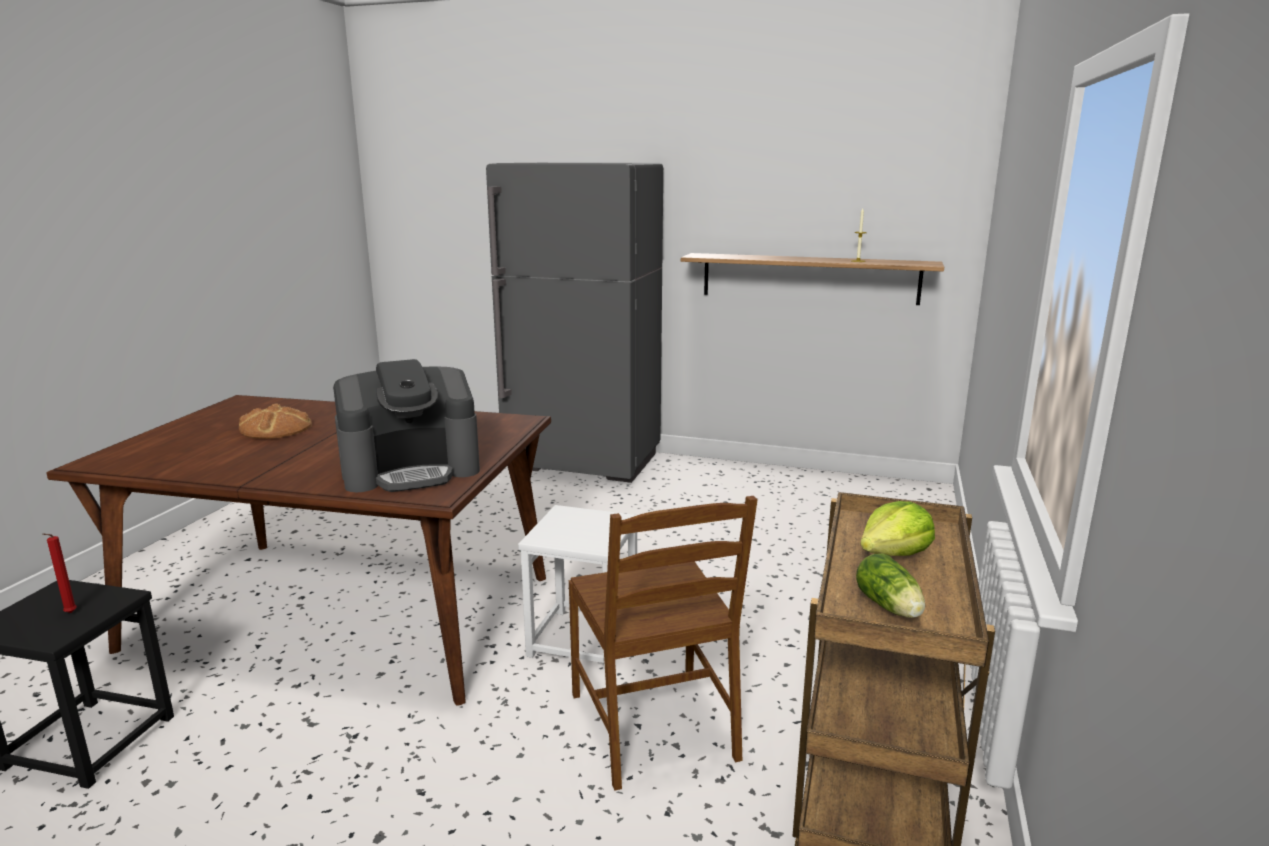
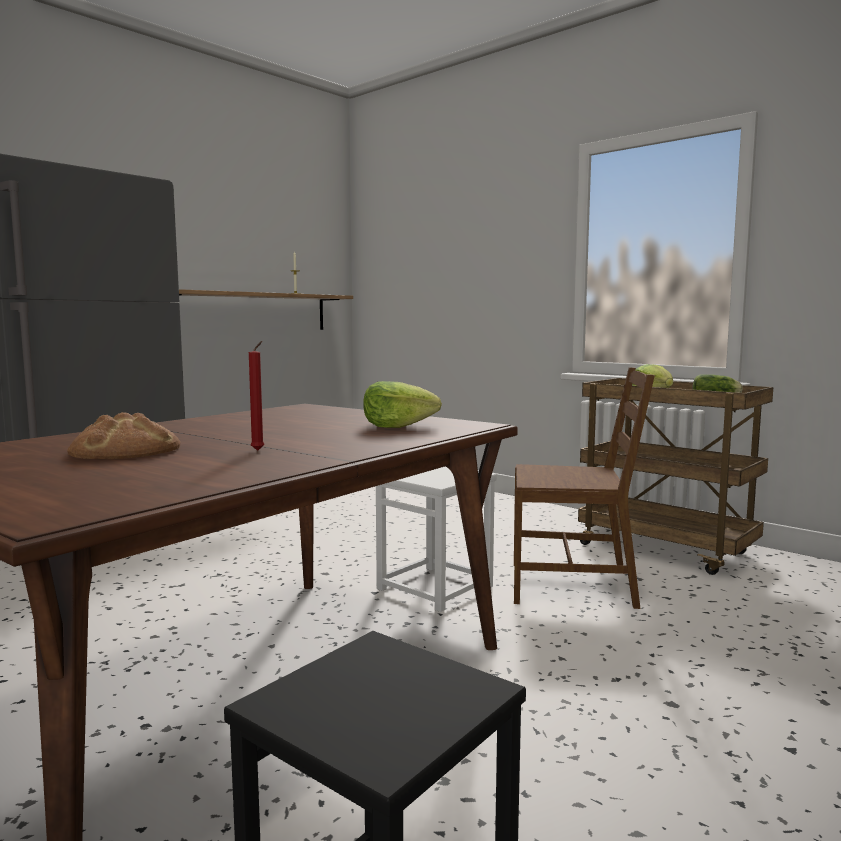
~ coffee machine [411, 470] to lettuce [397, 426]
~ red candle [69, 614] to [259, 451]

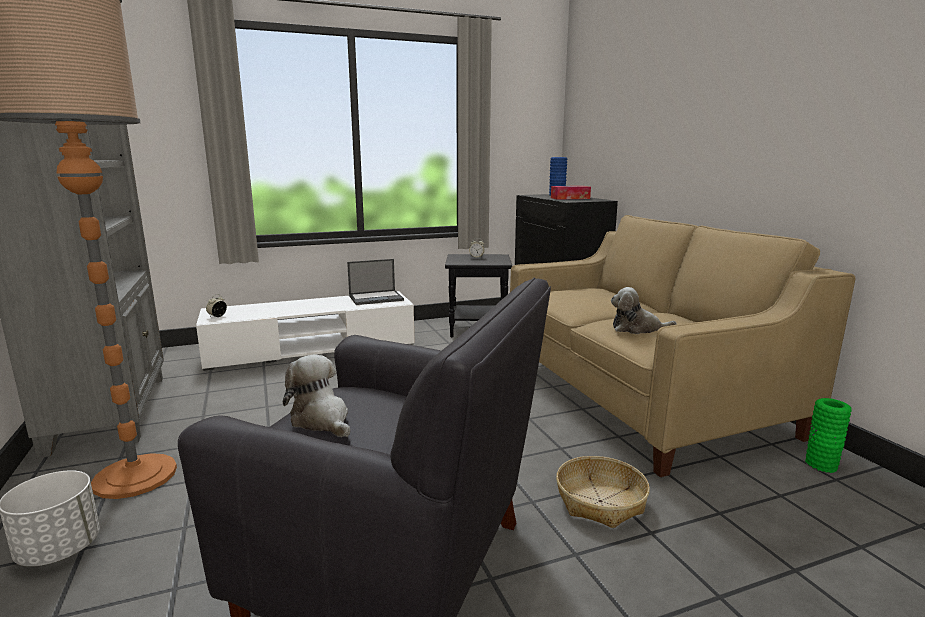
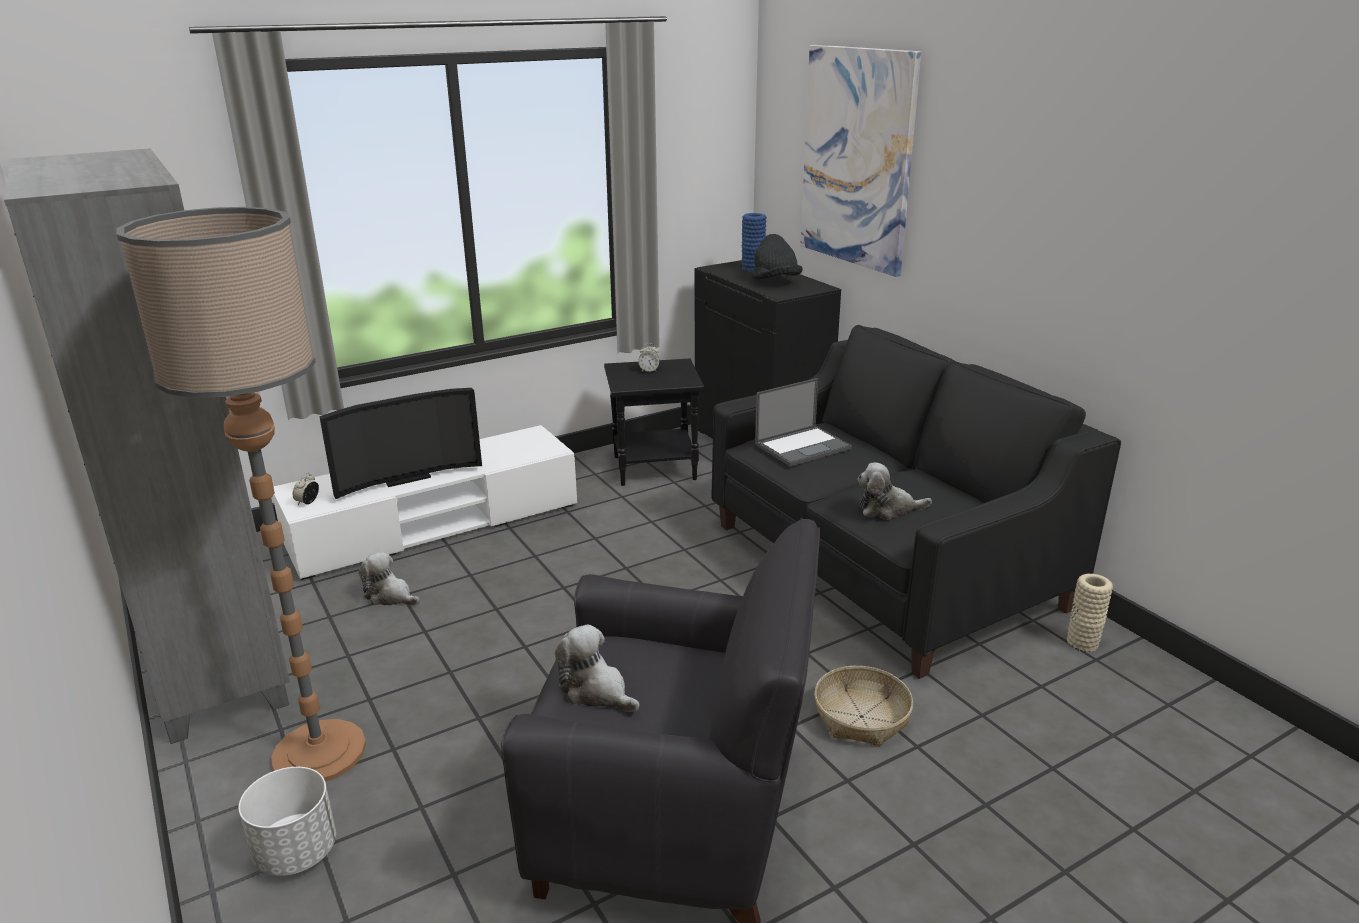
~ tissue box [570, 198] to black hat [775, 282]
~ beige sofa [639, 396] to black sofa [883, 565]
~ laptop [376, 298] to [803, 446]
~ green vase [821, 465] to beige vase [1082, 642]
+ picture [857, 158]
+ television [405, 477]
+ plush toy [390, 596]

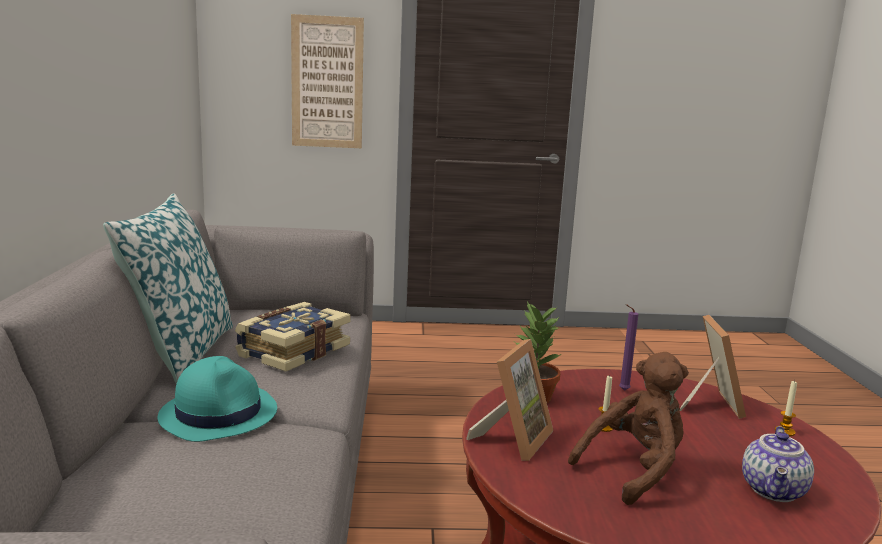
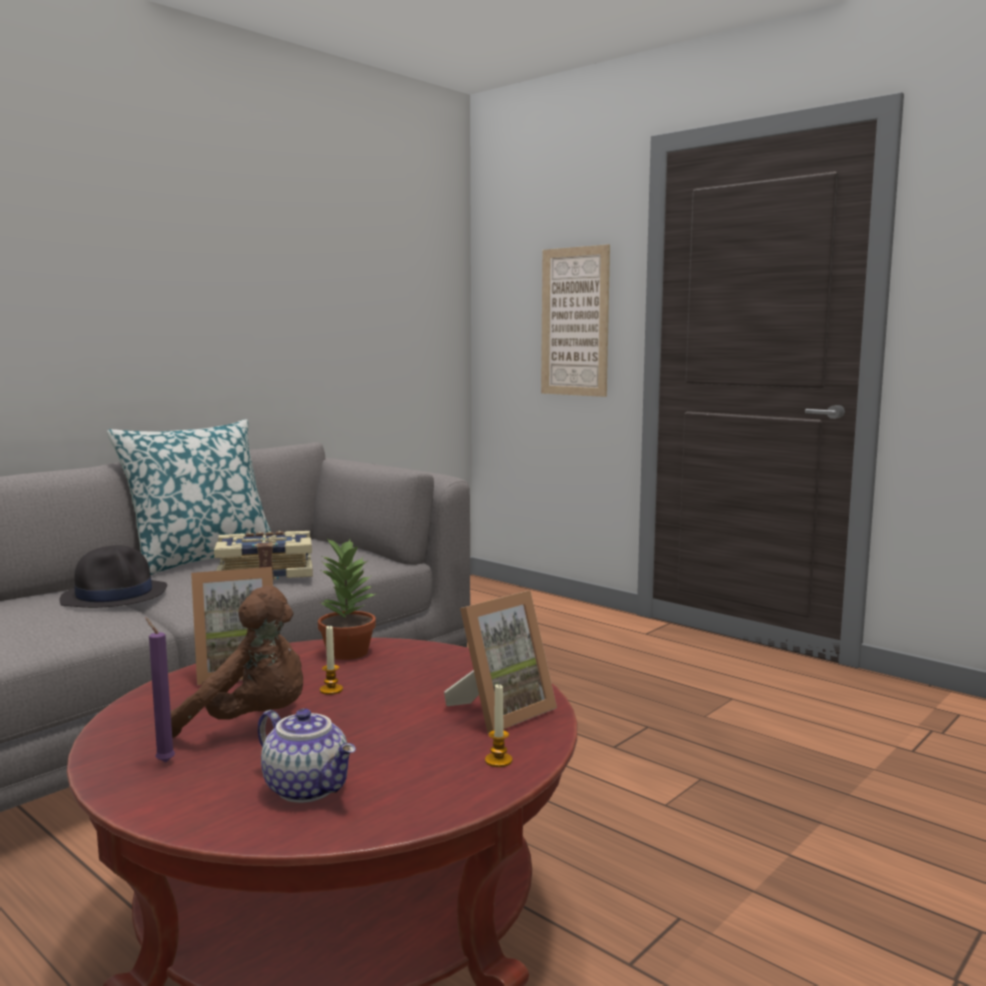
~ purple candle [622, 390] to [163, 761]
~ turquoise hat [219, 413] to black hat [115, 595]
~ teapot [775, 491] = [309, 788] 120 degrees counterclockwise

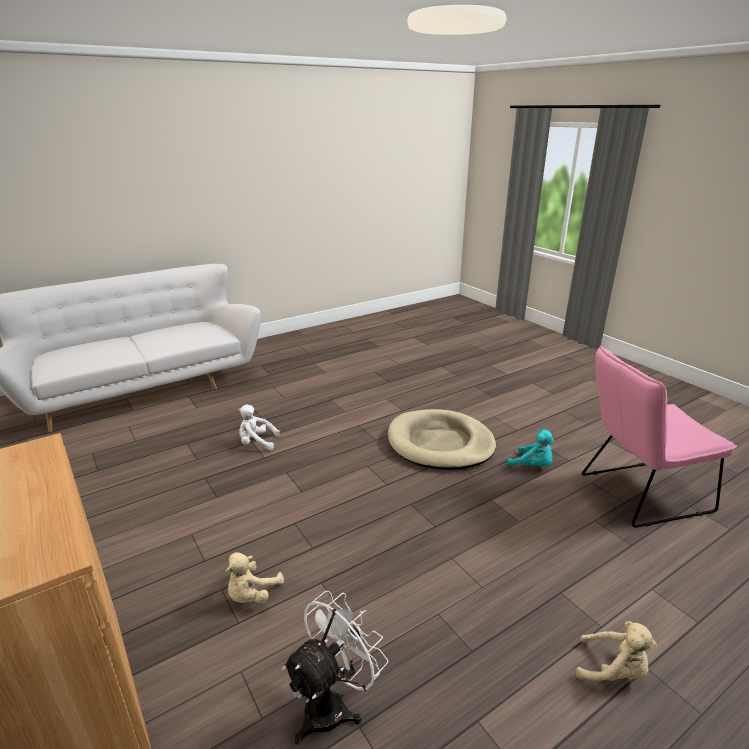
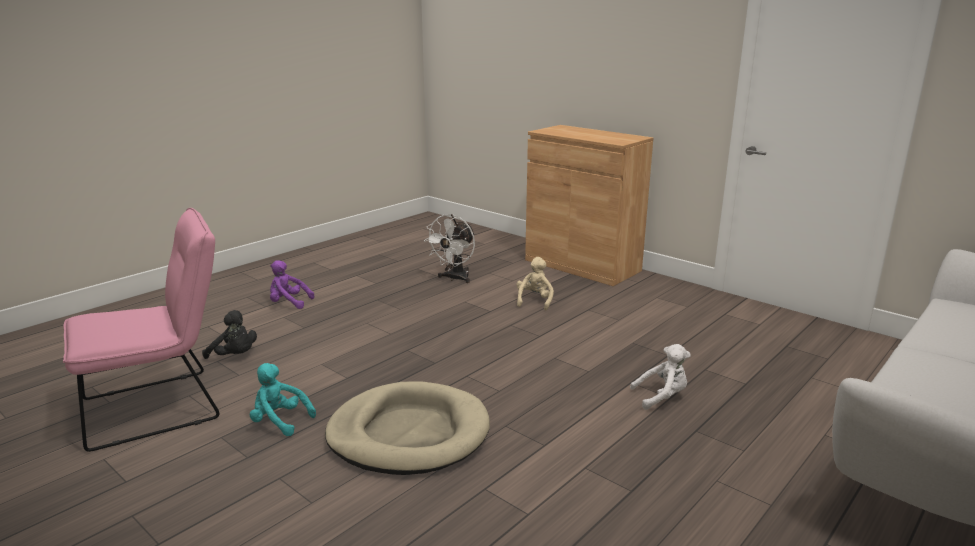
~ beige plush toy [613, 670] to purple plush toy [288, 303]
+ black plush toy [234, 356]

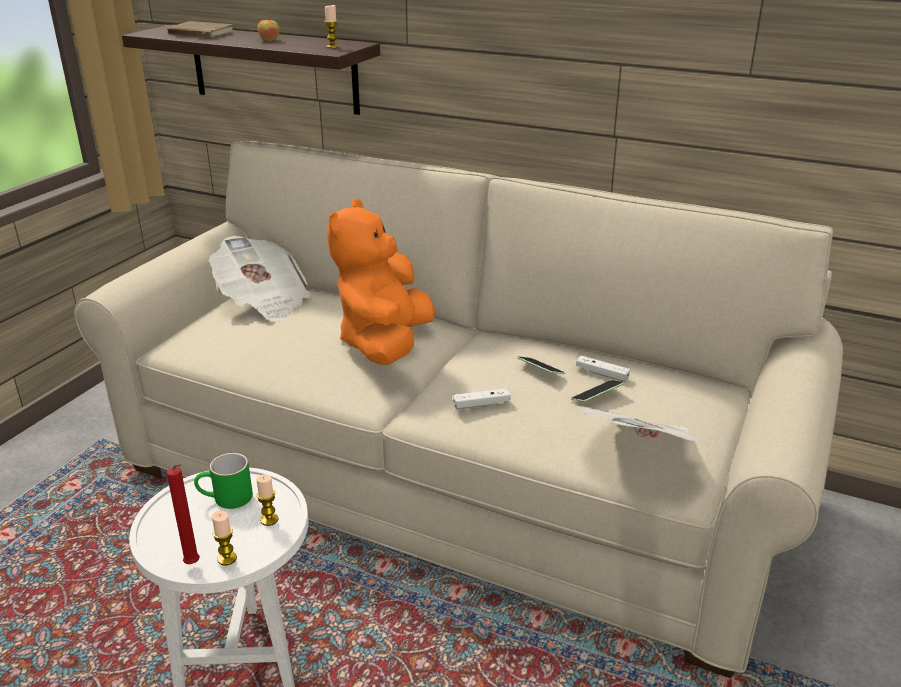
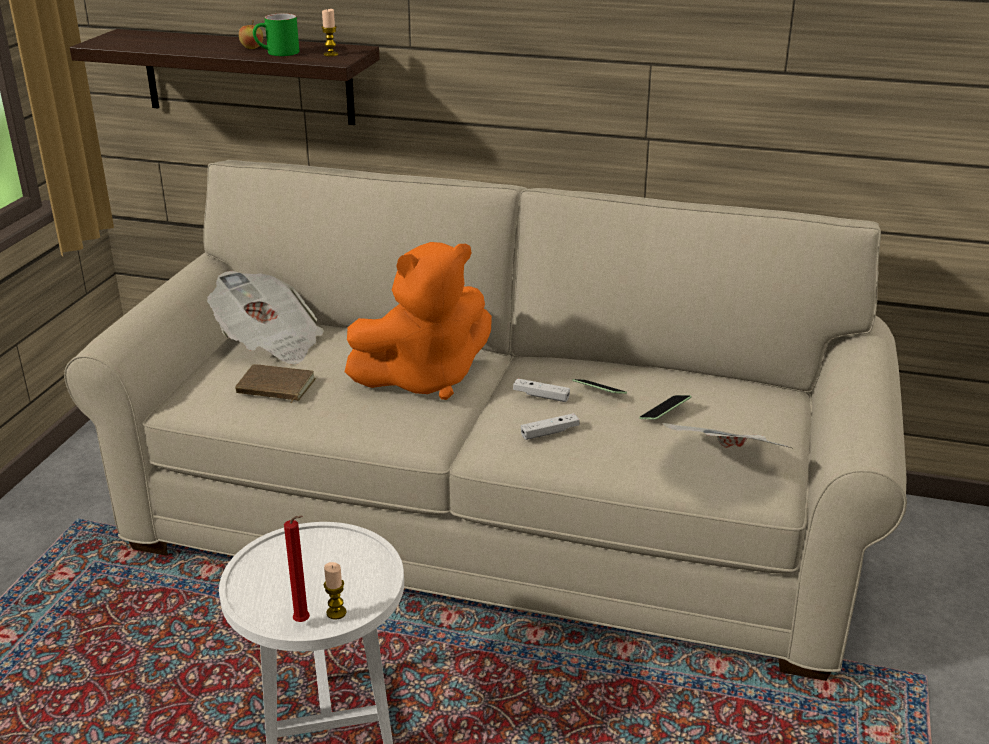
~ brown book [199, 34] to [275, 388]
~ orange plush toy [385, 344] = [424, 379] 120 degrees counterclockwise
~ white game controller [602, 374] to [541, 396]
~ green mug [226, 499] to [277, 53]
- candle [269, 519]

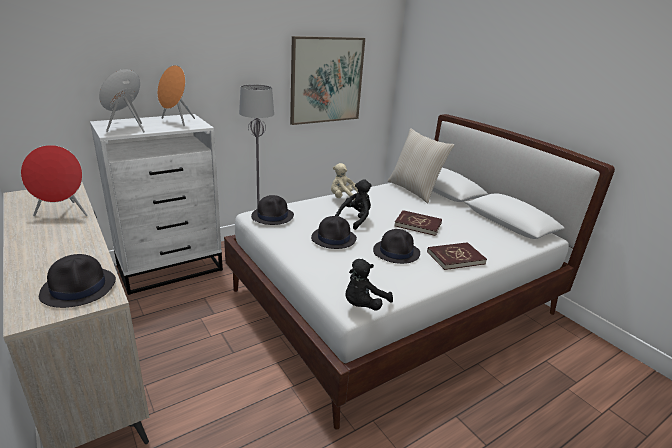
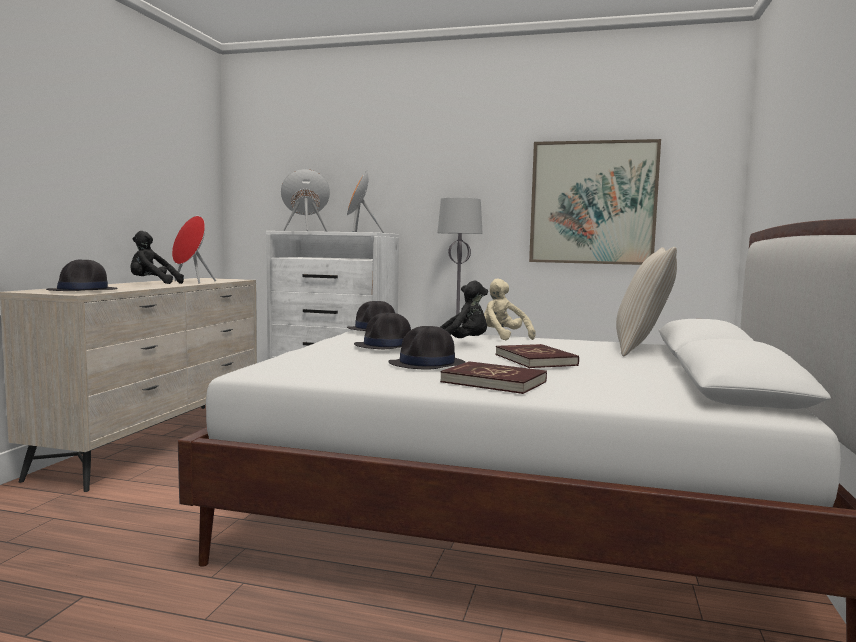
~ black plush toy [363, 305] to [152, 284]

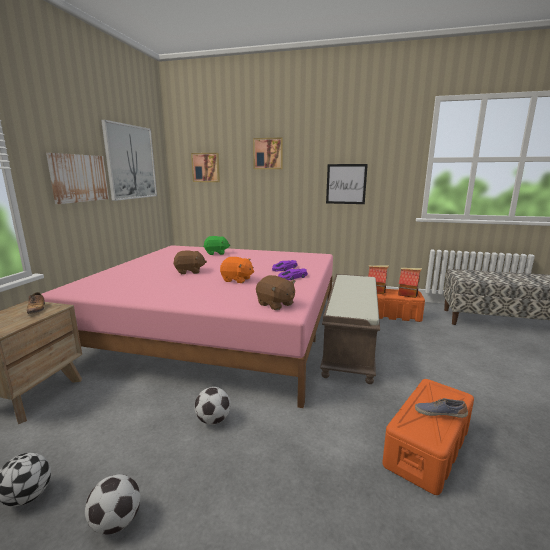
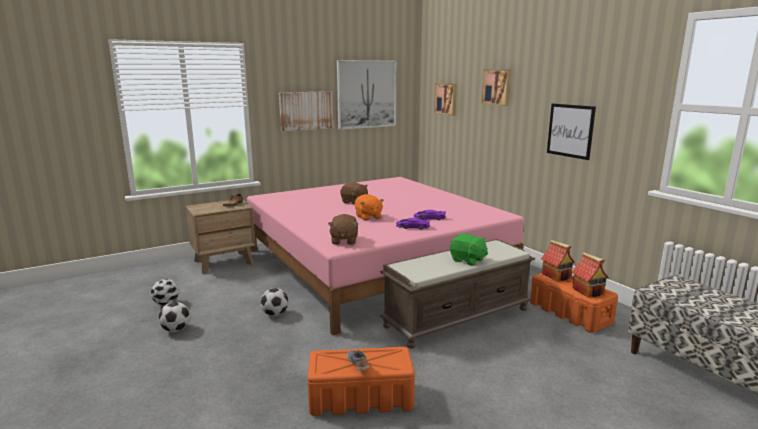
~ green plush toy [216, 253] to [467, 260]

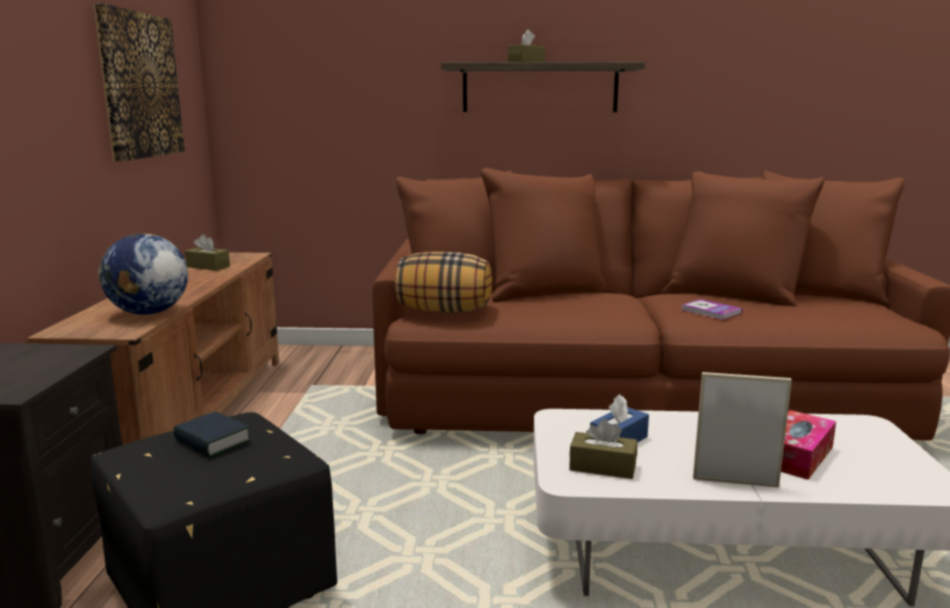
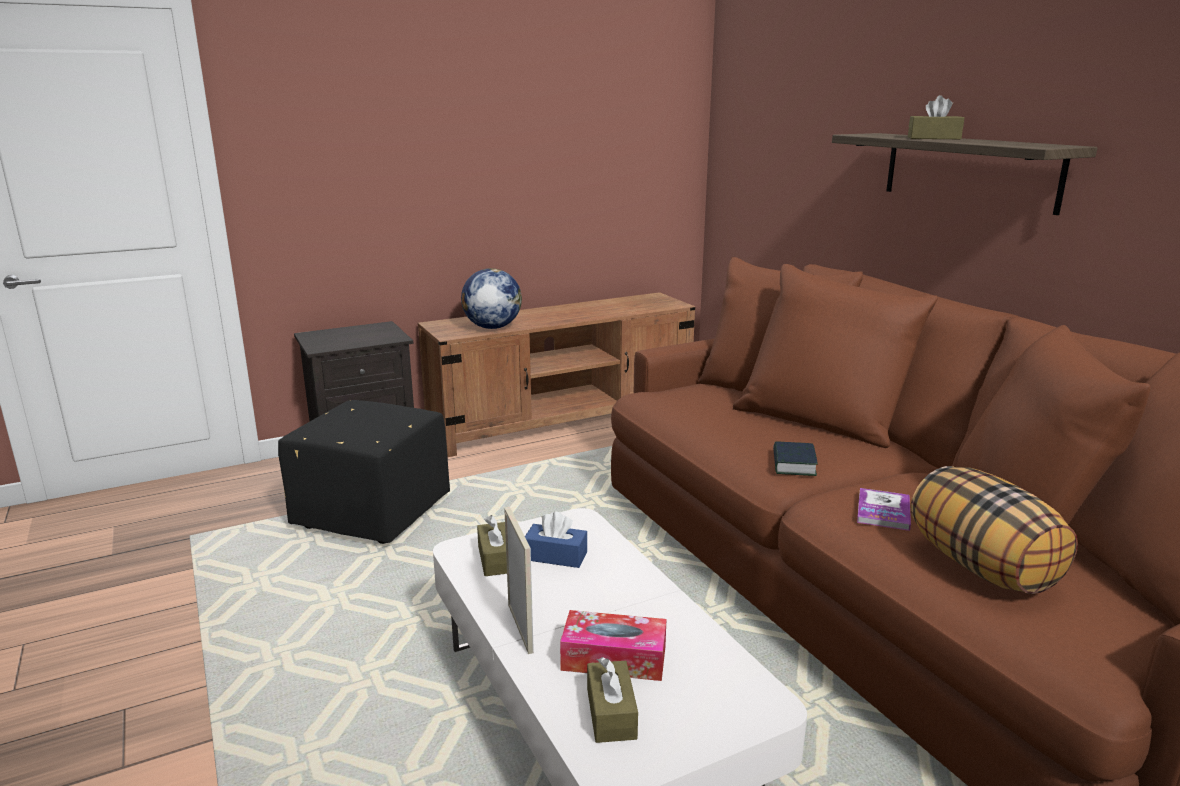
- picture [140, 85]
~ brown tissue box [208, 266] to [611, 713]
~ pillow [444, 310] to [982, 567]
~ book [212, 441] to [793, 464]

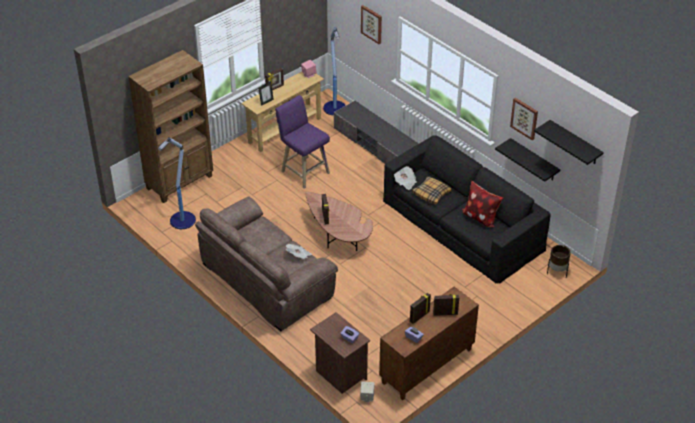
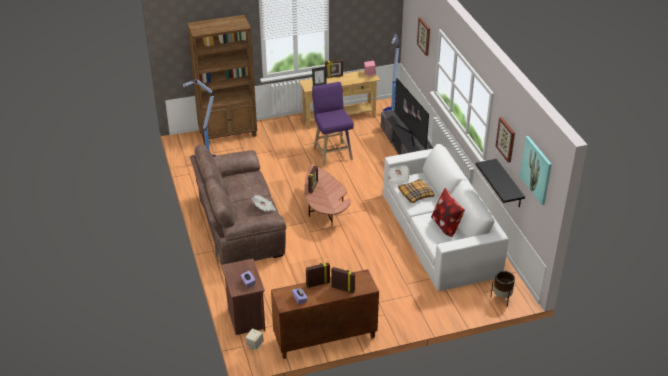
~ black shelf [575, 143] to picture [536, 170]
~ black sofa [462, 224] to white sofa [440, 232]
+ television [410, 134]

